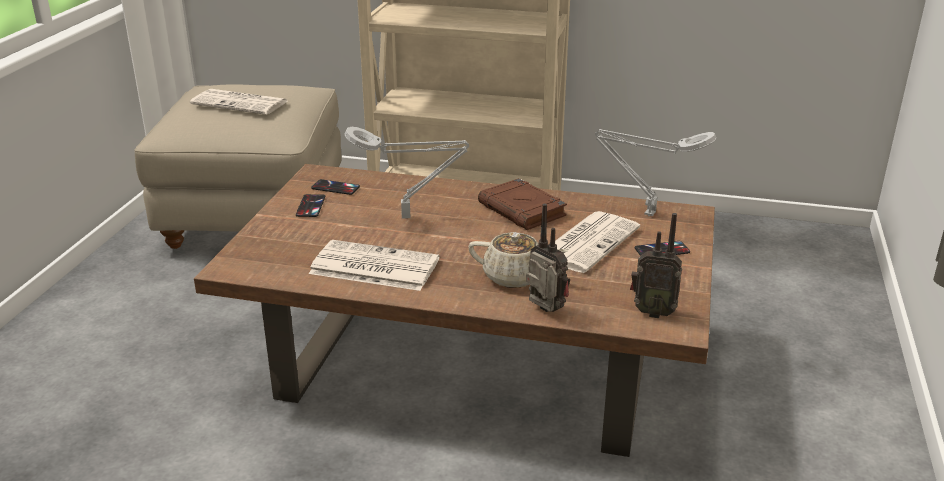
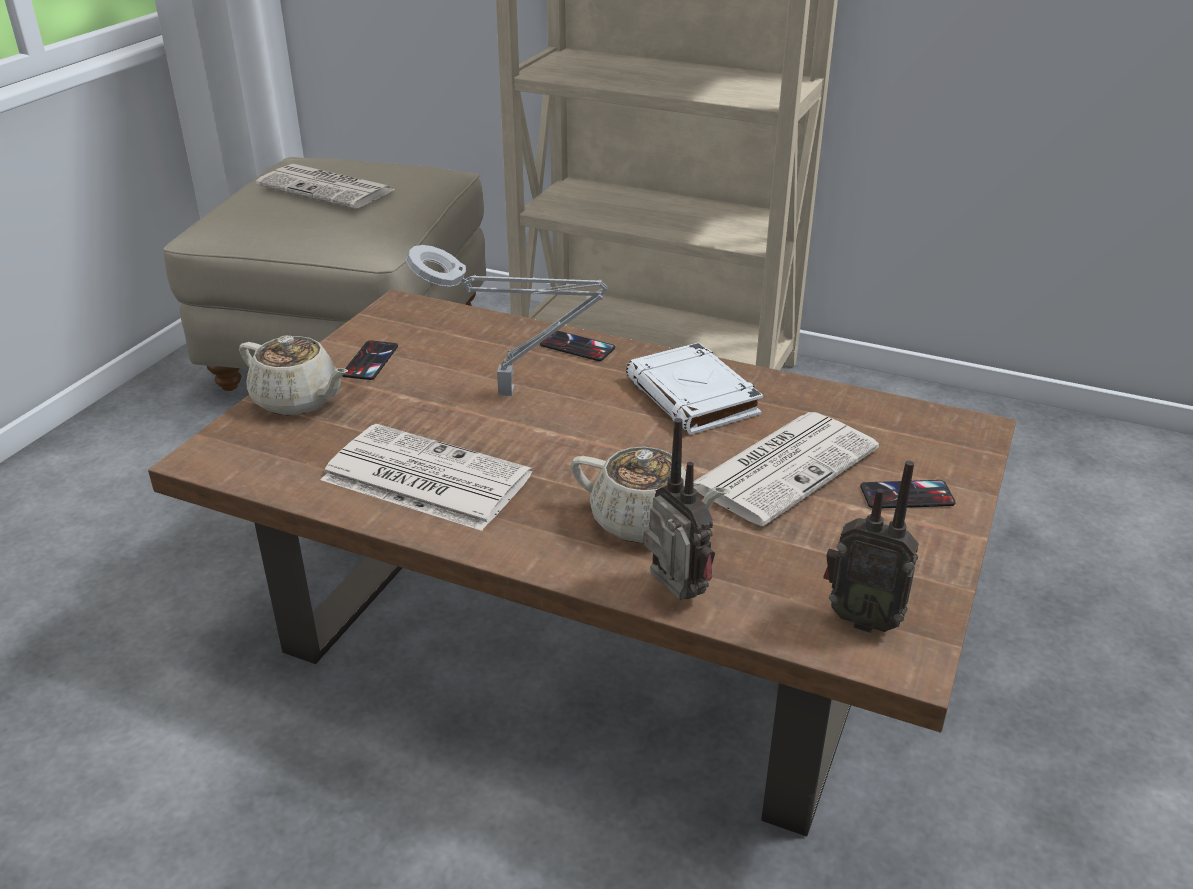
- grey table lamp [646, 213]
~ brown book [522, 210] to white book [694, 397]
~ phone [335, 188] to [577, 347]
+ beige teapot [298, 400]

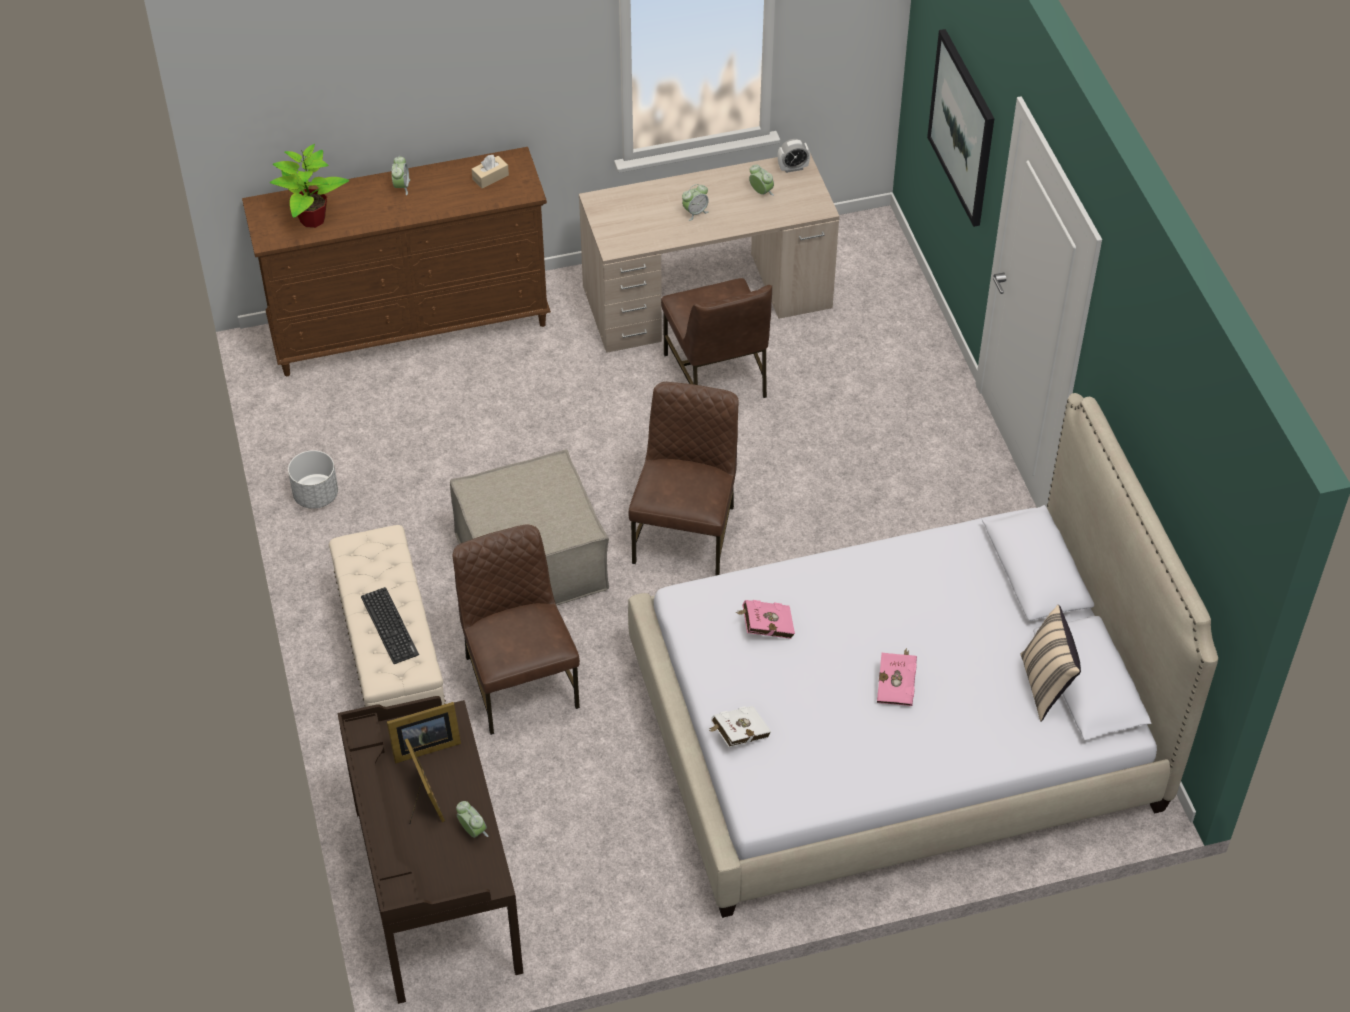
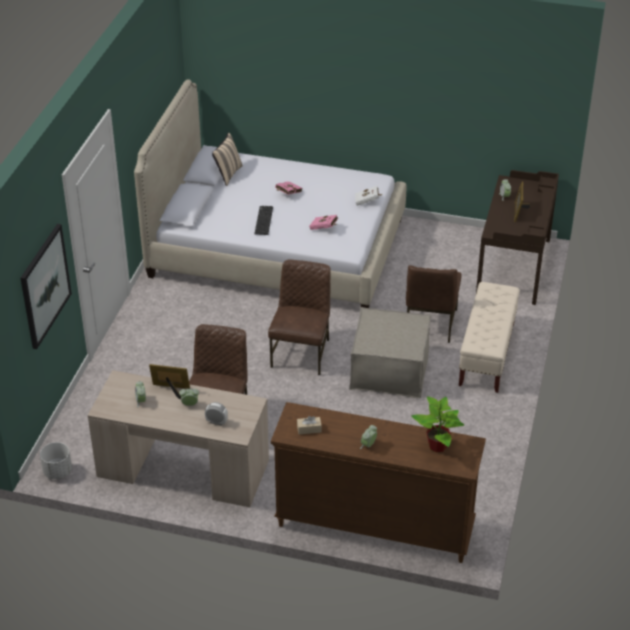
~ alarm clock [793, 168] to [216, 422]
~ brown chair [686, 533] = [302, 352] 150 degrees clockwise
~ white planter [316, 495] to [57, 472]
~ keyboard [389, 626] to [263, 220]
~ picture frame [423, 746] to [171, 390]

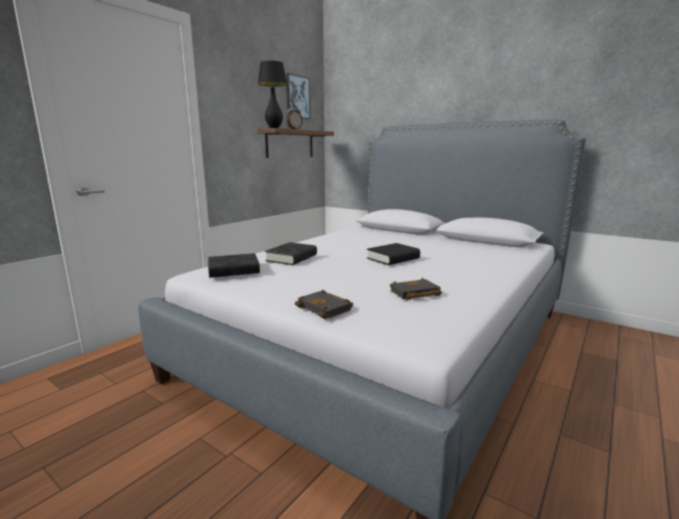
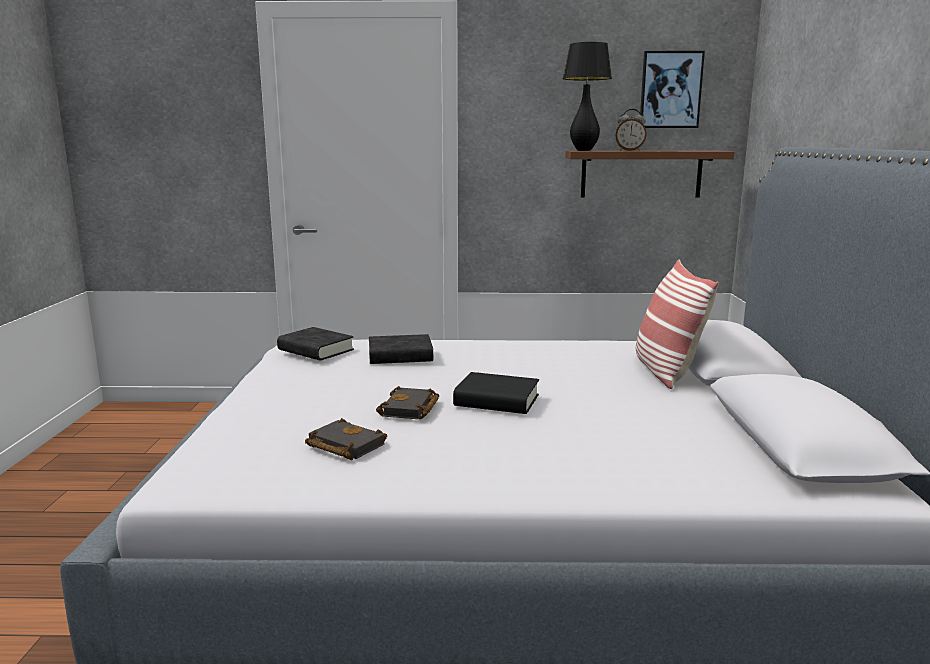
~ black book [326, 308] to [410, 409]
+ pillow [665, 371]

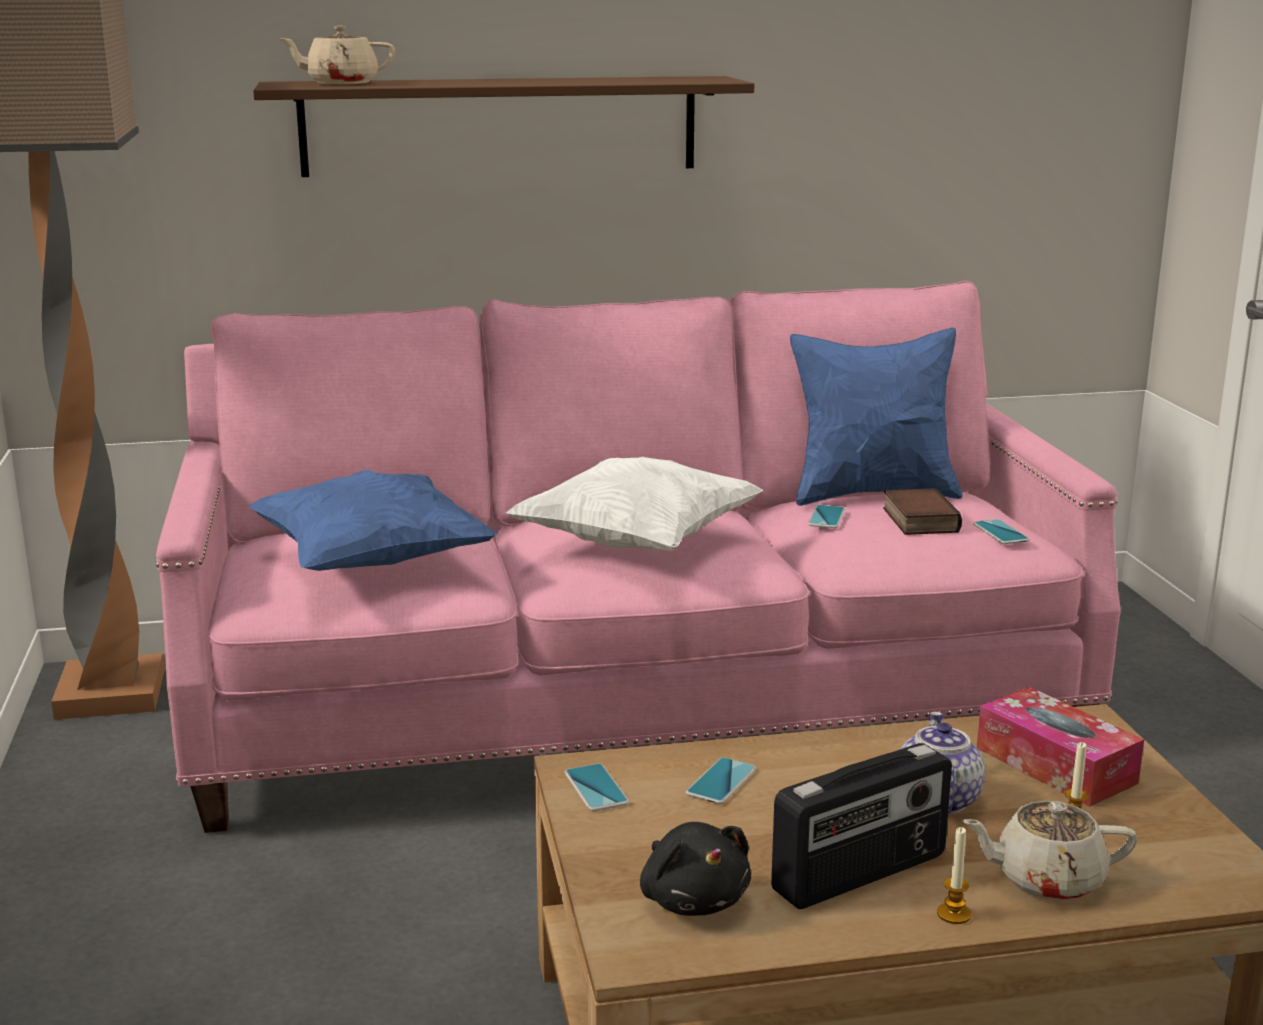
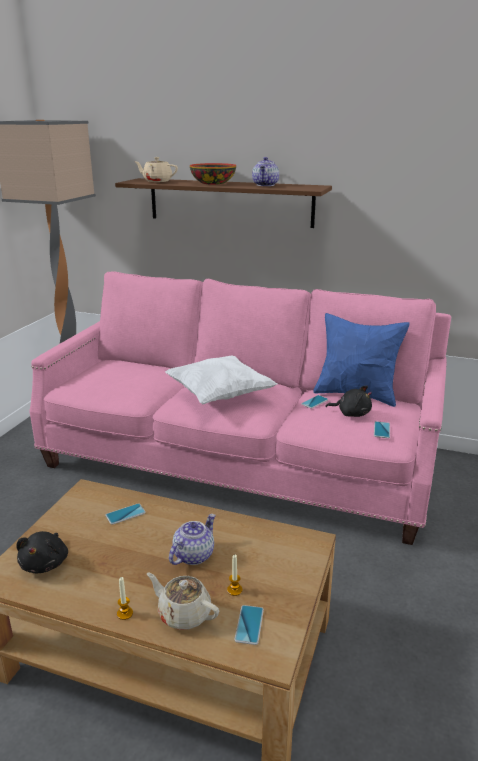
- blue pillow [373, 563]
~ book [917, 520] to black plush toy [351, 413]
- tissue box [1055, 765]
- radio [861, 874]
~ phone [596, 788] to [249, 625]
+ teapot [265, 185]
+ bowl [212, 183]

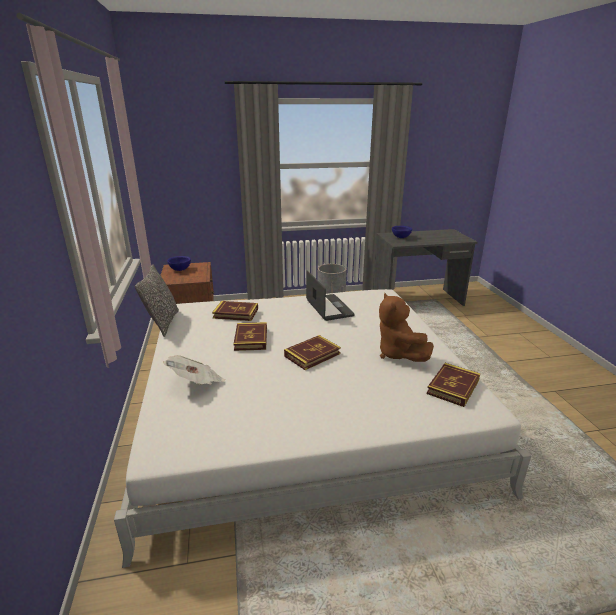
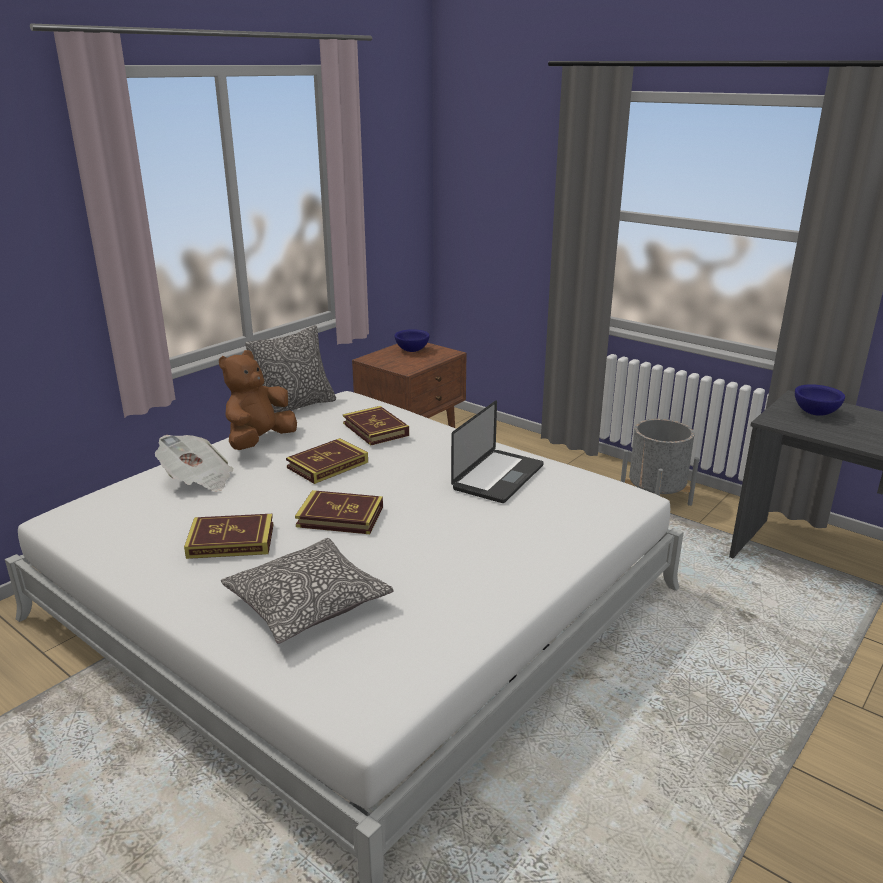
~ brown plush toy [398, 354] to [259, 441]
~ book [453, 387] to [231, 541]
+ pillow [307, 603]

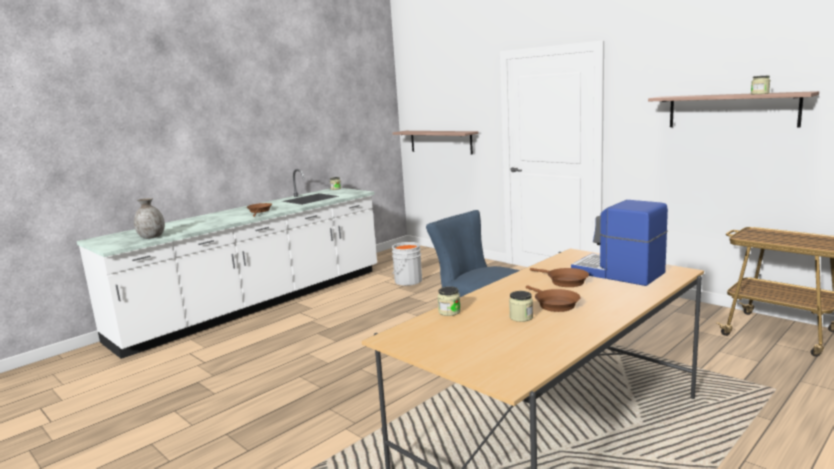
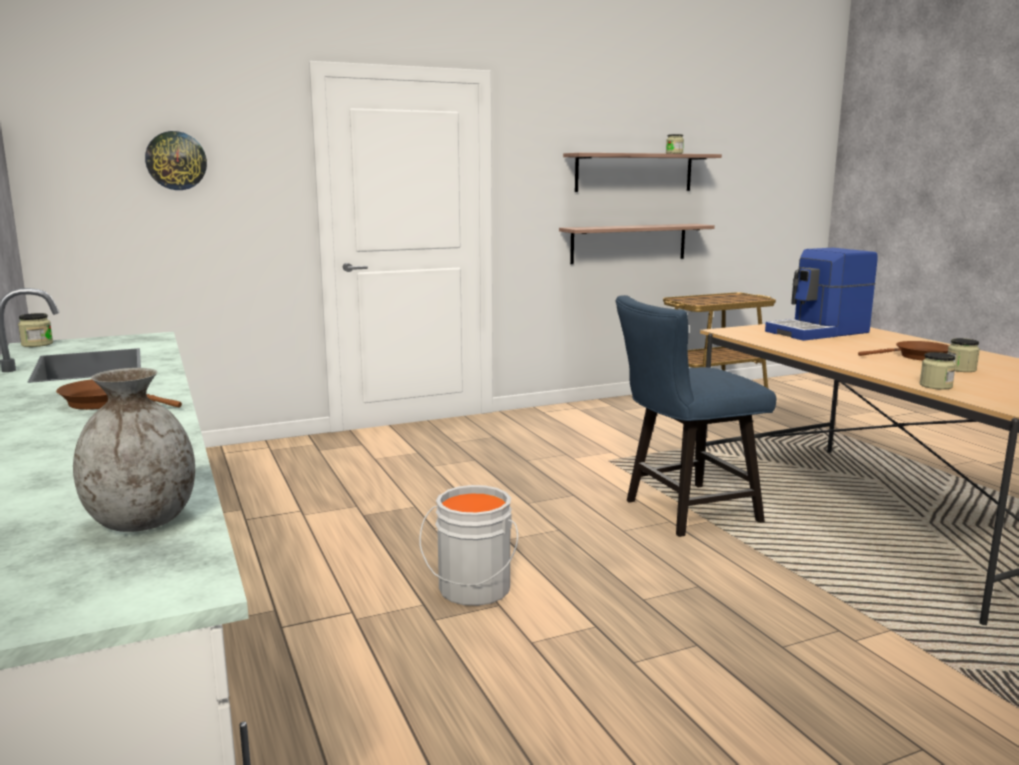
~ shelf [440, 141] to [629, 243]
~ grey bucket [406, 281] to [472, 590]
- brown frying pan [564, 281]
+ wall clock [176, 161]

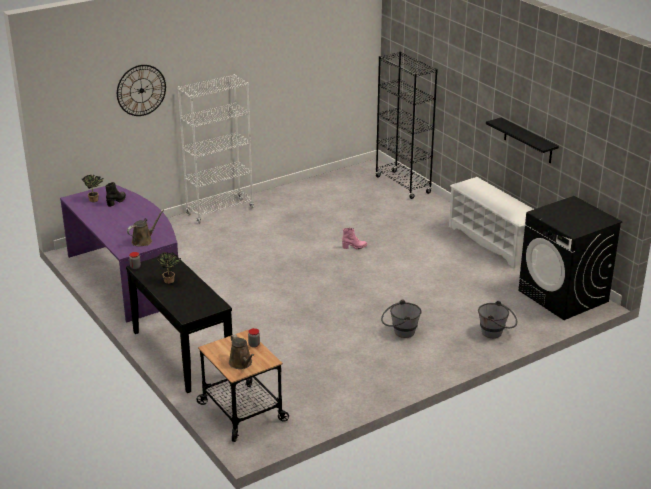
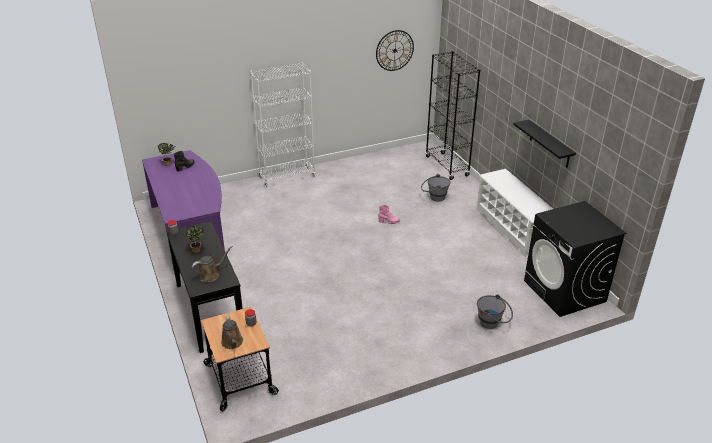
~ wall clock [141, 90] to [394, 50]
~ brown watering can [143, 241] to [210, 275]
~ grey bucket [400, 332] to [434, 197]

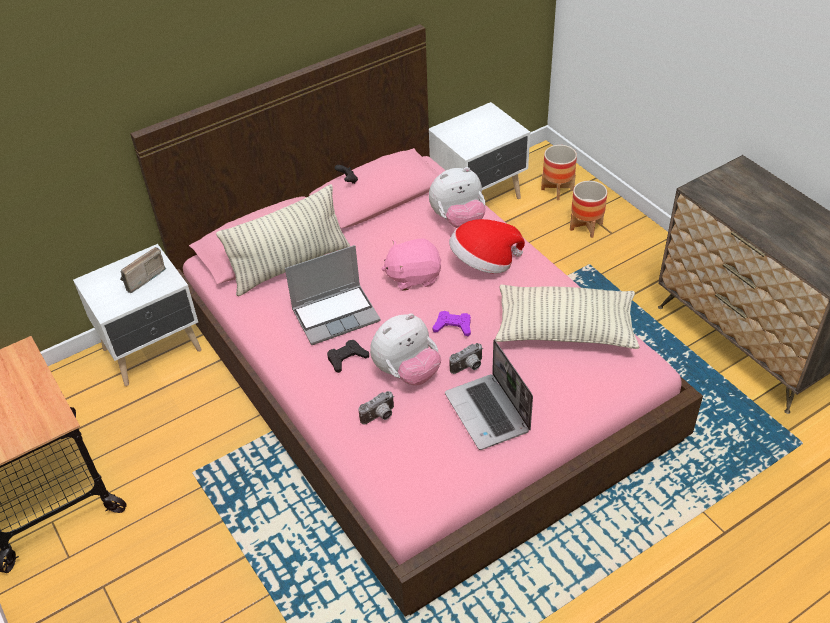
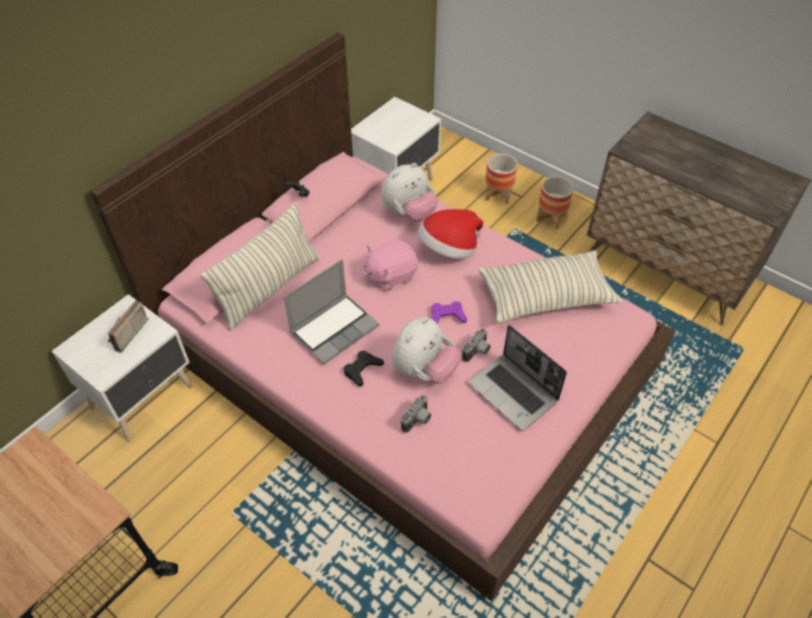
~ planter [557, 189] to [551, 218]

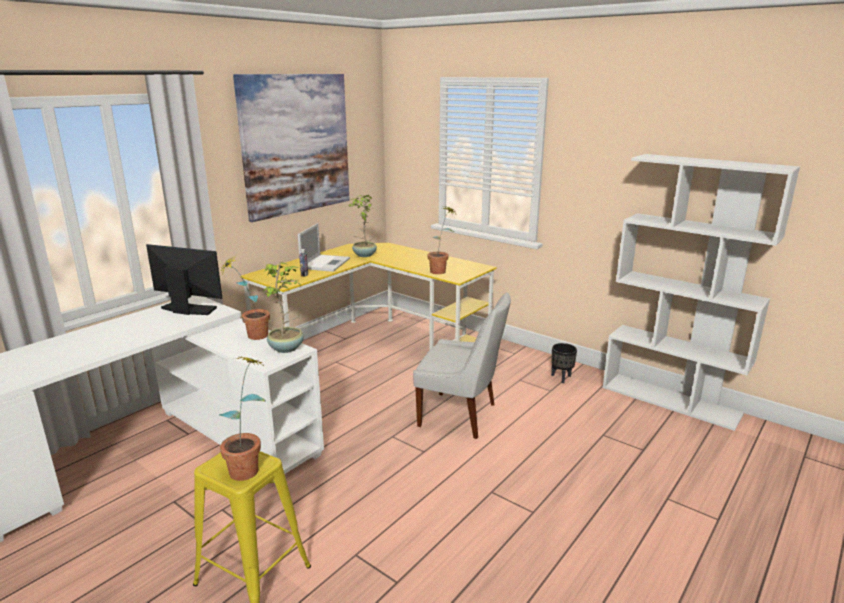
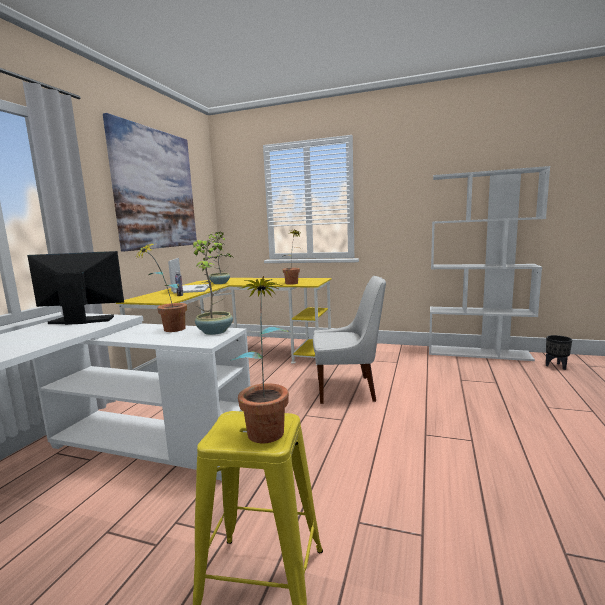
~ black planter [562, 378] to [556, 366]

